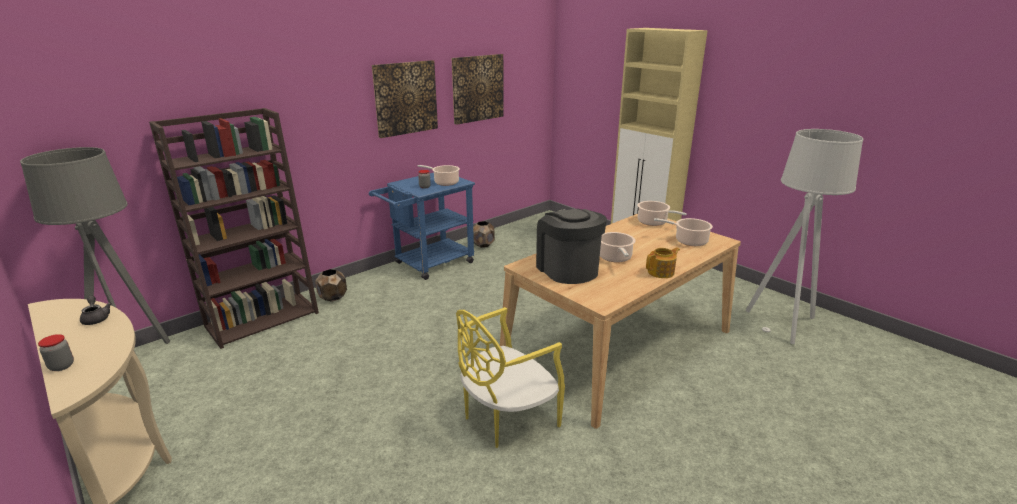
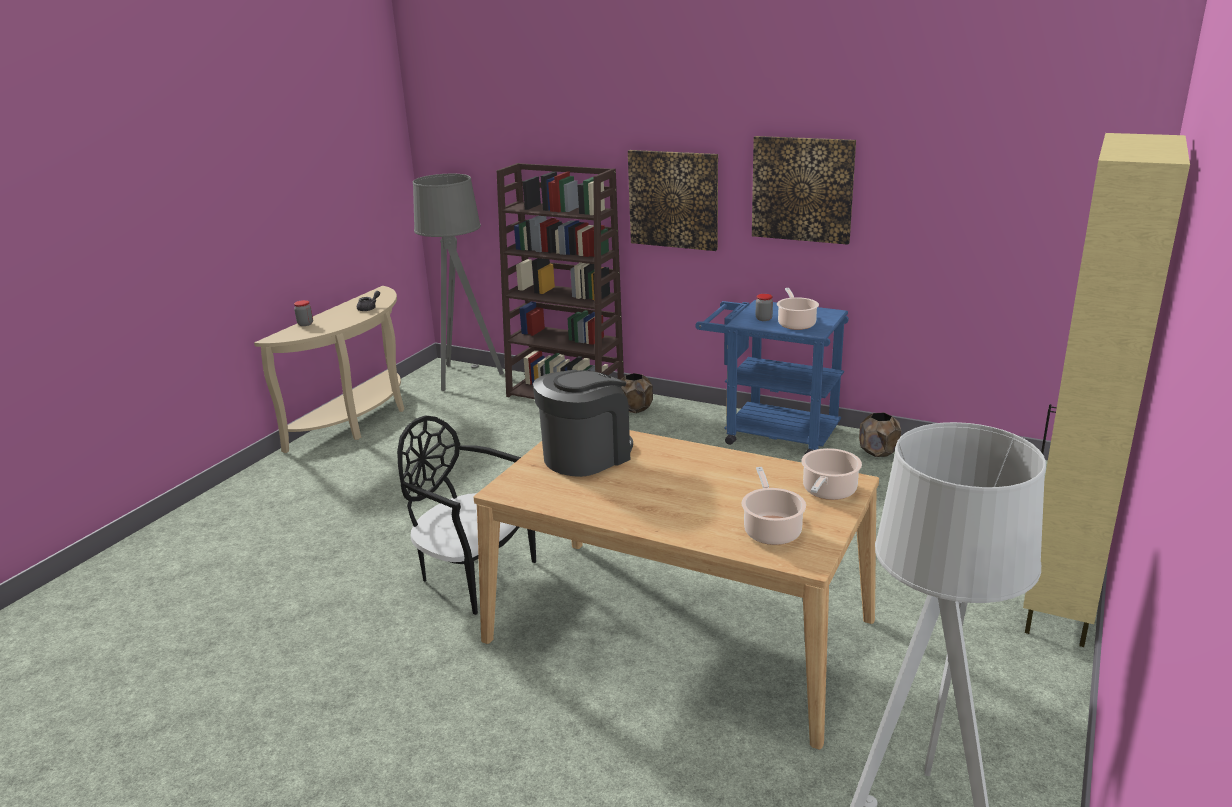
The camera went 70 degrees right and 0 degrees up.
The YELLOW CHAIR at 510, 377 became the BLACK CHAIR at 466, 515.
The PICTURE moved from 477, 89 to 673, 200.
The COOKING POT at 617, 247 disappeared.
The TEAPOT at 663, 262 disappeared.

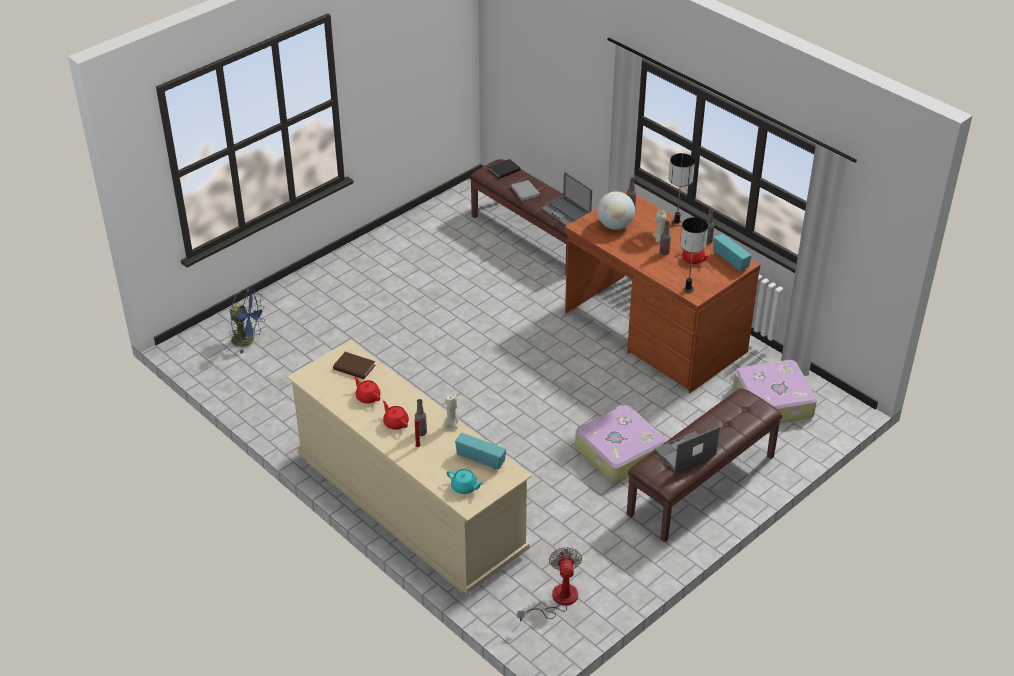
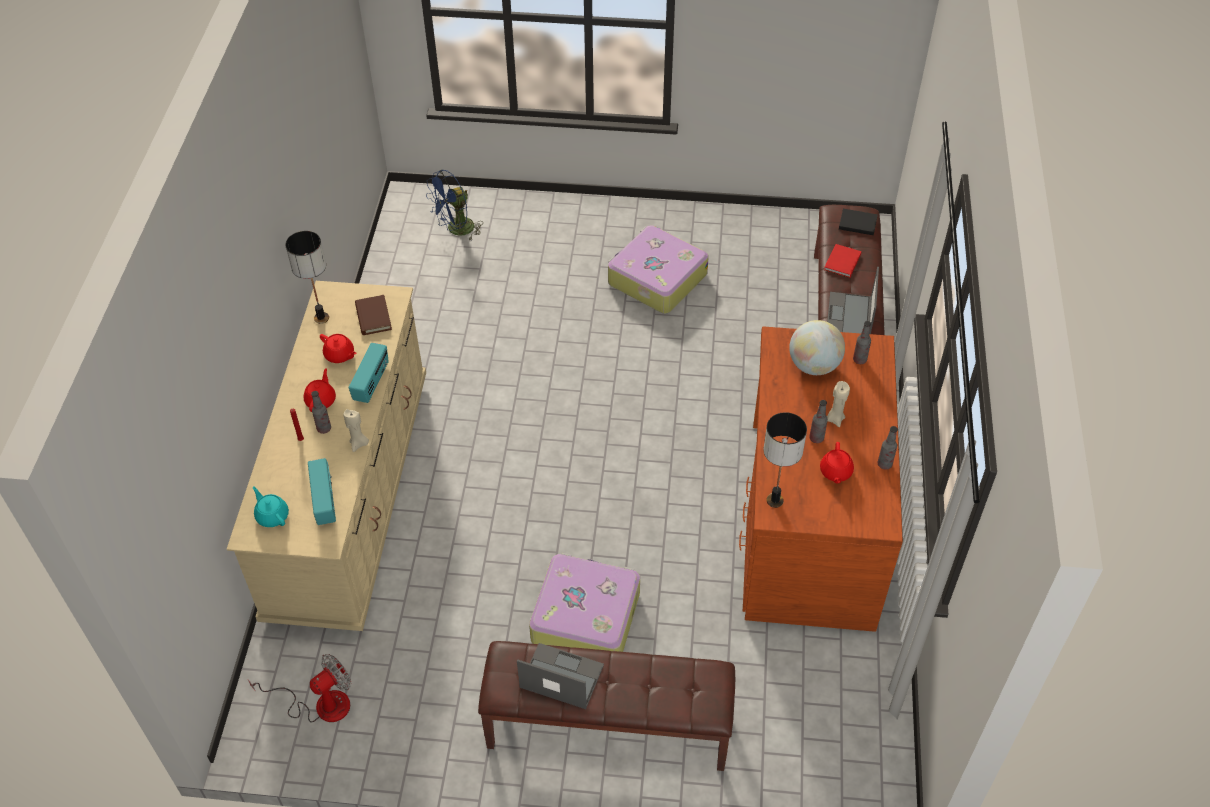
The camera went 50 degrees right and 10 degrees up.
The TURQUOISE TEAPOT at 465, 481 turned 150 degrees clockwise.
The TABLE LAMP moved from 682, 189 to 307, 277.
The RED TEAPOT at 367, 390 turned 120 degrees clockwise.
The RADIO moved from 732, 252 to 369, 373.
The BLUE FAN at 247, 321 turned 75 degrees clockwise.
The SUITCASE moved from 775, 391 to 658, 269.
The GREY BOOK at 525, 190 became the RED BOOK at 842, 261.

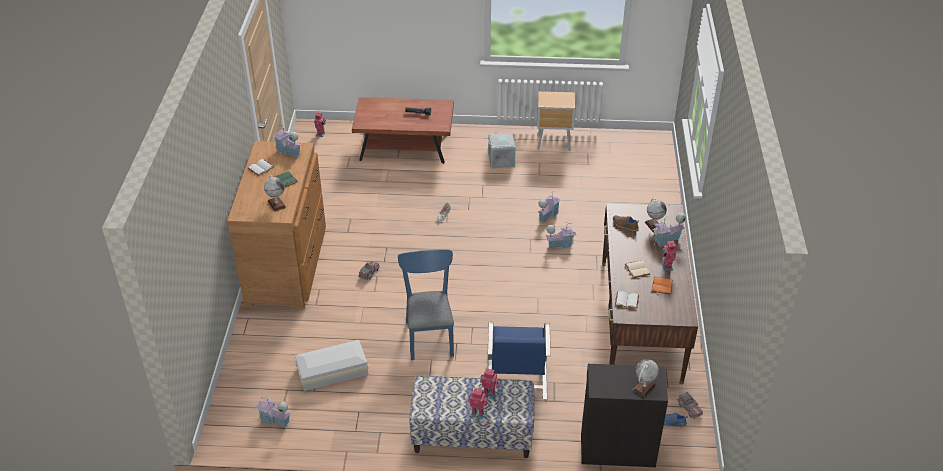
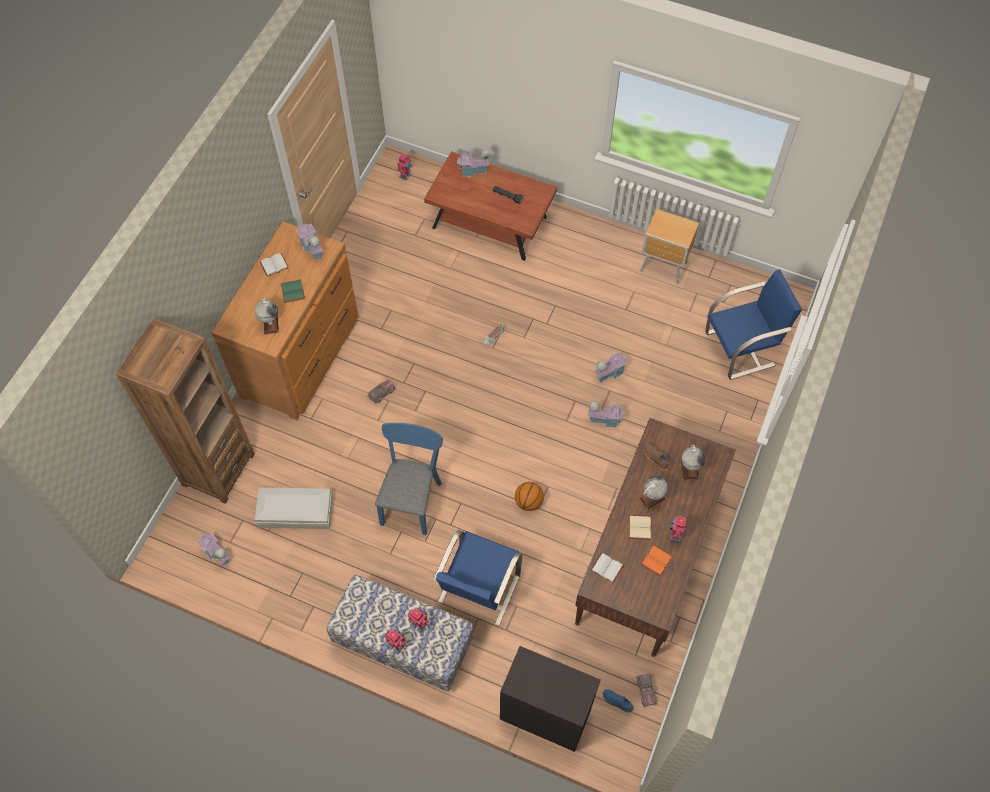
The camera went 20 degrees right and 20 degrees up.
The BROWN BOOKCASE at 185, 411 appeared.
The TOY HOUSE moved from 669, 230 to 473, 163.
The BASKETBALL at 529, 496 appeared.
The GLOBE moved from 645, 378 to 653, 492.
The BLUE CHAIR at 753, 325 appeared.
The GREY STORAGE BOX at 502, 151 disappeared.

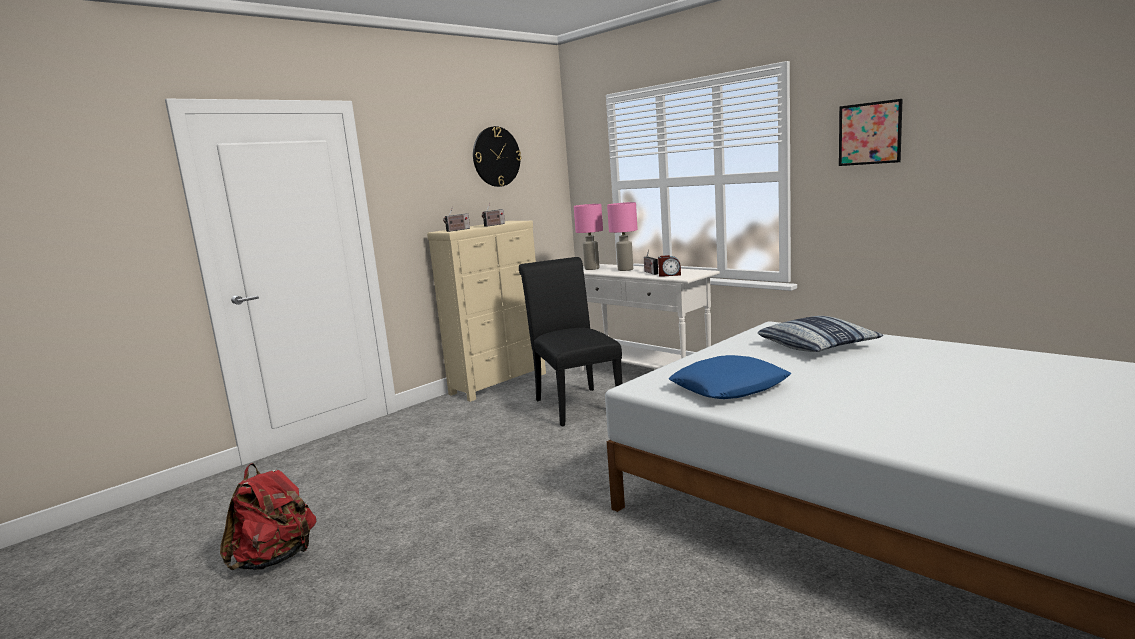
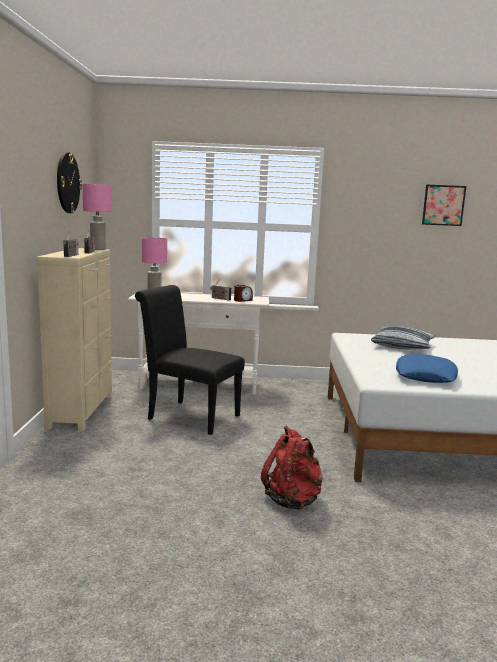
The camera went 45 degrees left and 0 degrees up.
The PINK TABLE LAMP moved from 622, 236 to 97, 217.
The RED BACKPACK moved from 268, 516 to 292, 468.
The PICTURE moved from 871, 132 to 444, 205.

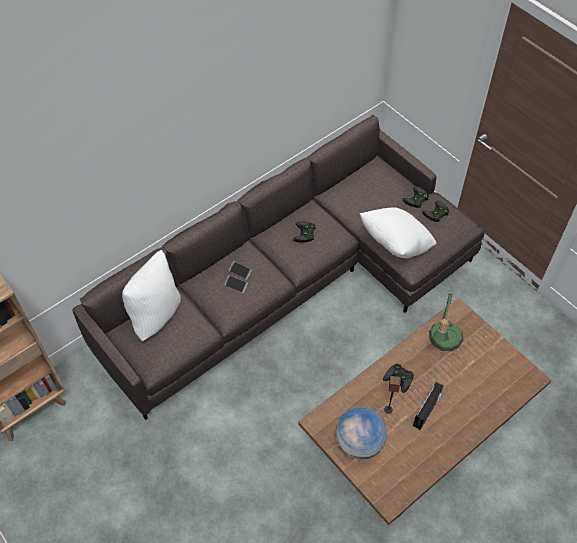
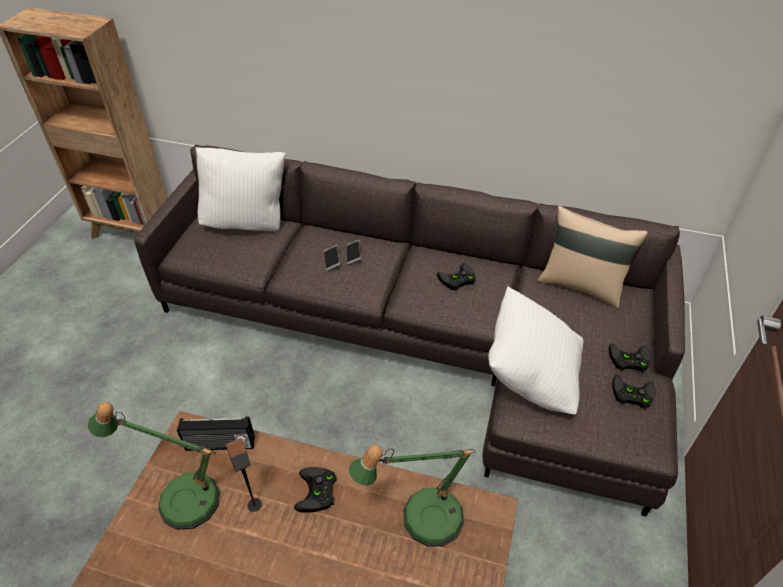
The camera went 55 degrees right and 10 degrees down.
The GLOBE at 361, 433 was replaced by the TABLE LAMP at 153, 466.
The RADIO moved from 428, 406 to 216, 434.
The BEIGE PILLOW at 593, 257 appeared.

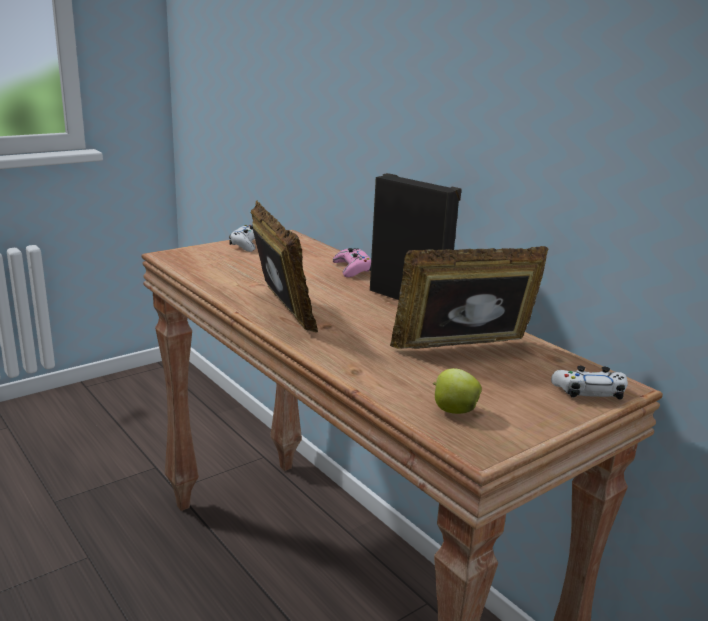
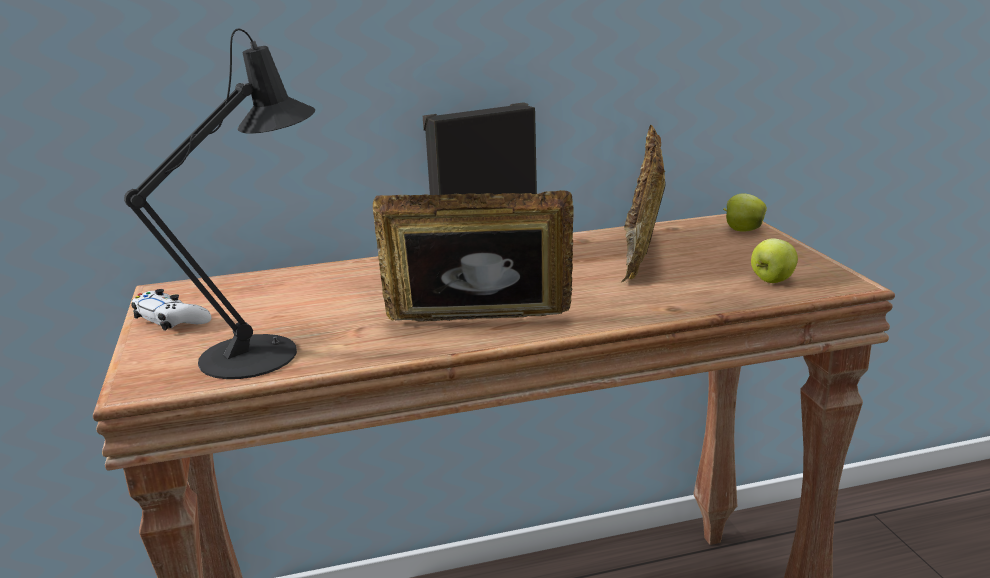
The camera went 65 degrees left and 0 degrees up.
The BLACK TABLE LAMP at 219, 203 appeared.
The WHITE GAME CONTROLLER at 589, 382 was replaced by the APPLE at 745, 213.
The PINK GAME CONTROLLER at 352, 262 disappeared.

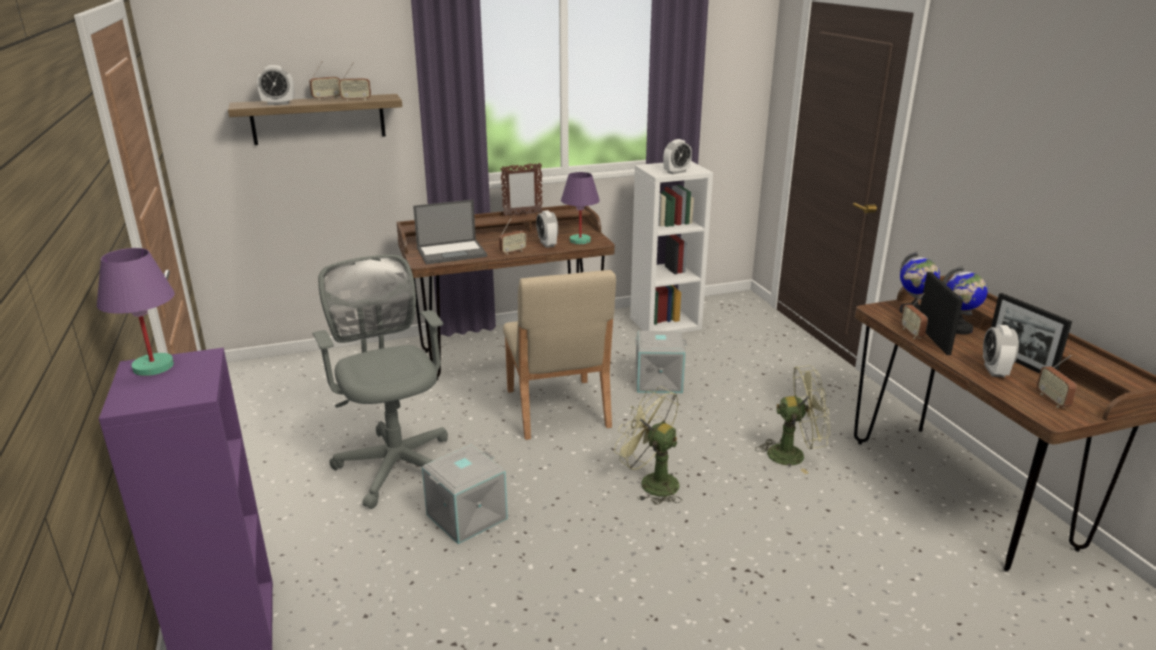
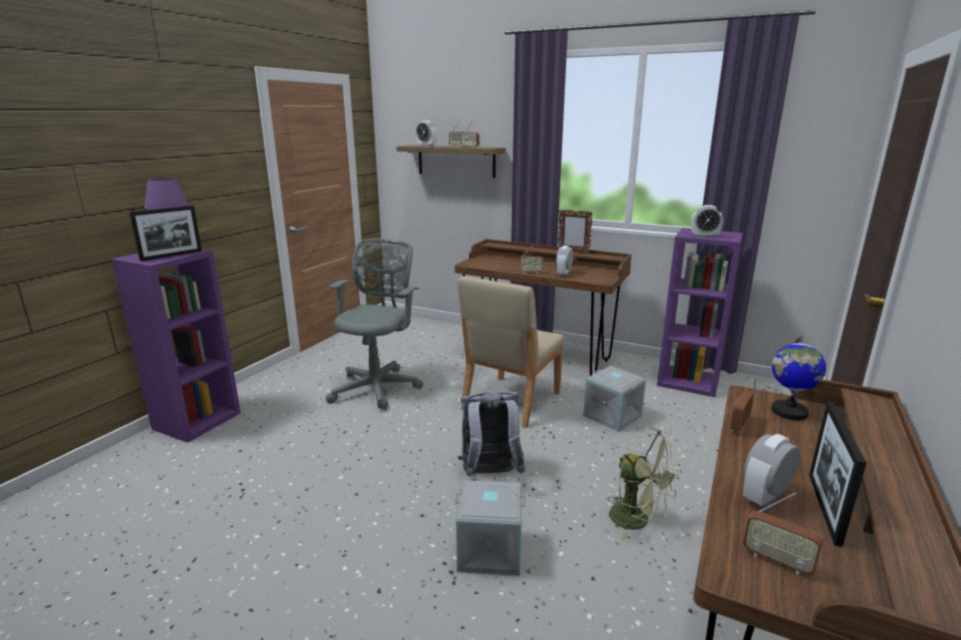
The camera went 45 degrees right and 5 degrees down.
The PICTURE FRAME moved from 941, 313 to 165, 233.
The GREY STORAGE BOX moved from 465, 494 to 490, 528.
The GREEN FAN at 648, 445 was replaced by the GREY BACKPACK at 491, 434.
The WHITE BOOKCASE at 671, 247 became the PURPLE BOOKCASE at 700, 312.
The RADIO at 1057, 381 turned 90 degrees counterclockwise.
The LAPTOP at 450, 232 disappeared.
The PURPLE TABLE LAMP at 580, 208 disappeared.
The GLOBE at 965, 299 disappeared.

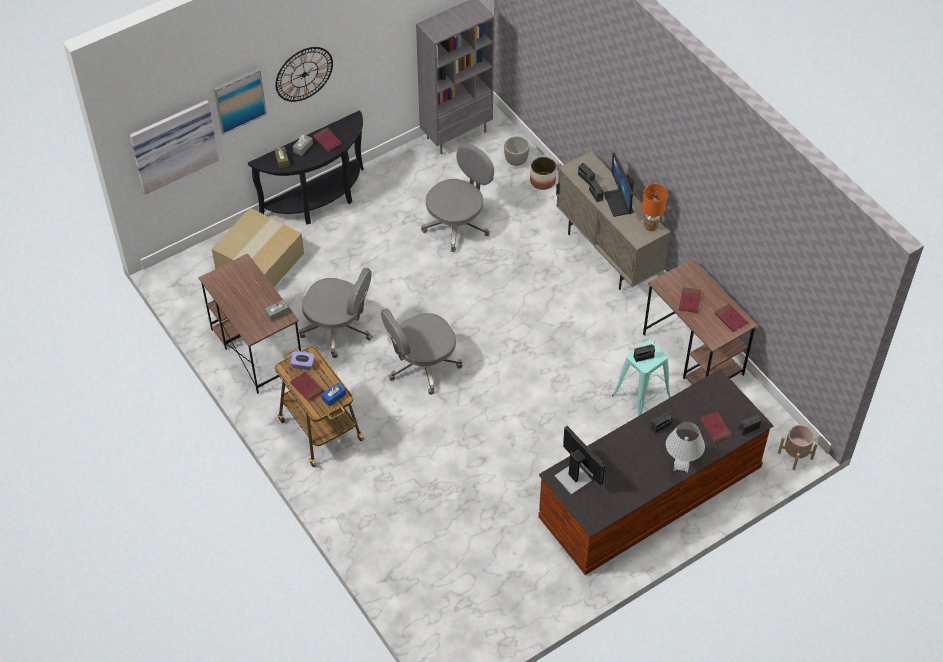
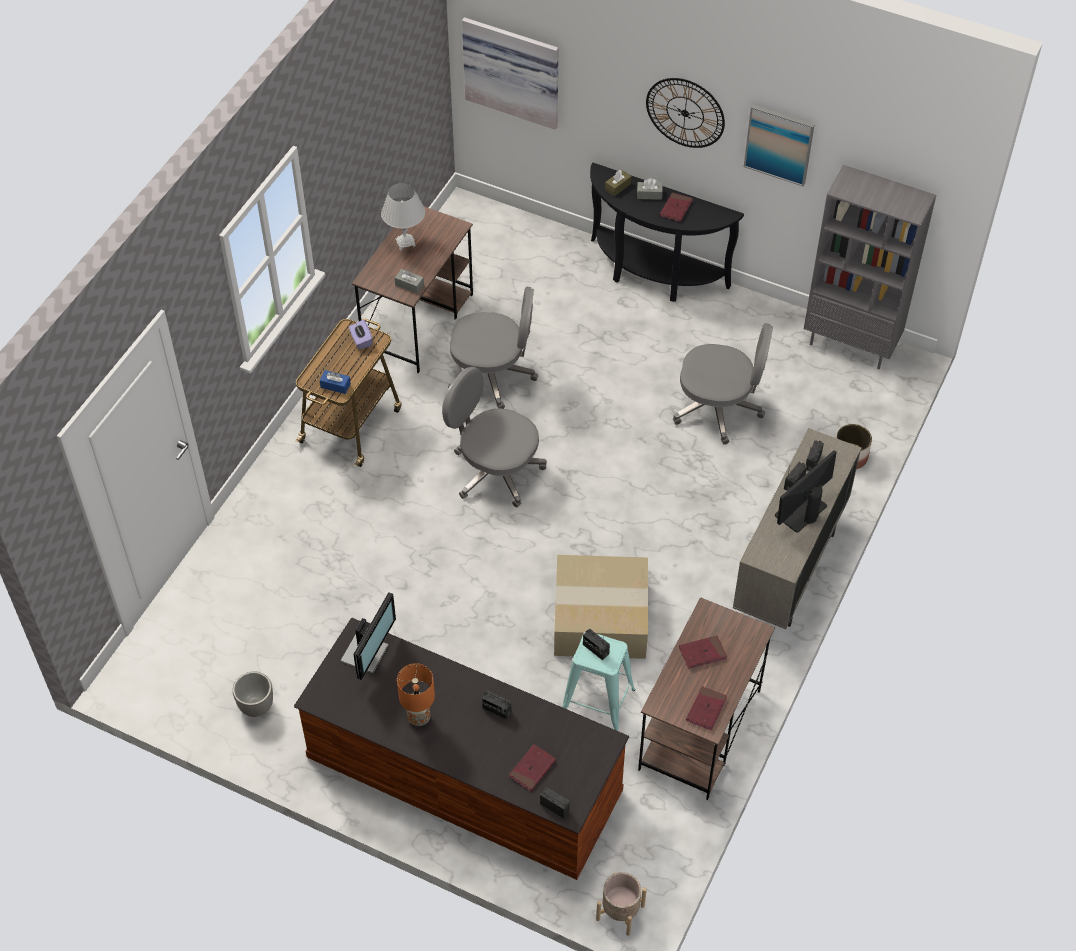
The camera went 60 degrees right and 0 degrees up.
The PLANTER moved from 516, 151 to 253, 694.
The WHITE TABLE LAMP moved from 685, 447 to 403, 216.
The ORANGE TABLE LAMP moved from 655, 207 to 416, 694.
The GREY OFFICE CHAIR at 336, 313 turned 75 degrees counterclockwise.
The CARDBOARD BOX moved from 258, 247 to 601, 607.
The PICTURE moved from 240, 101 to 779, 145.
The RED BOOK at 307, 387 disappeared.

